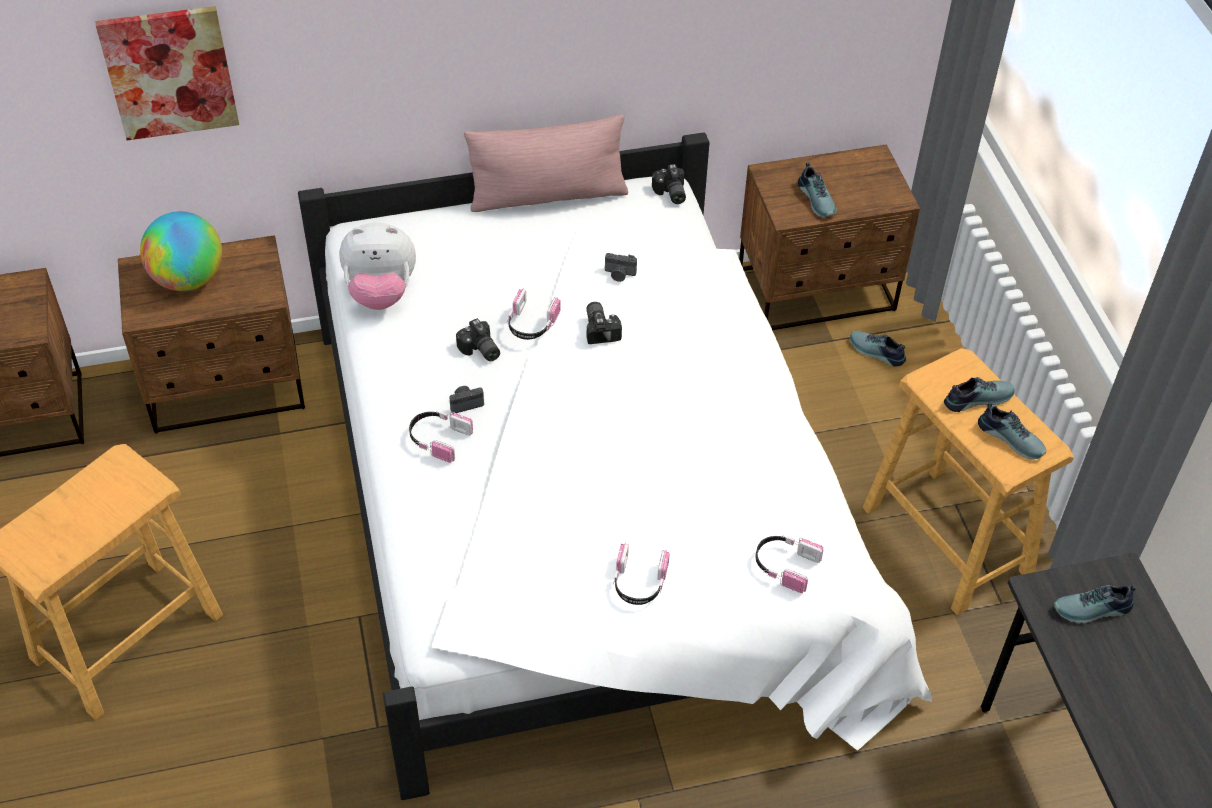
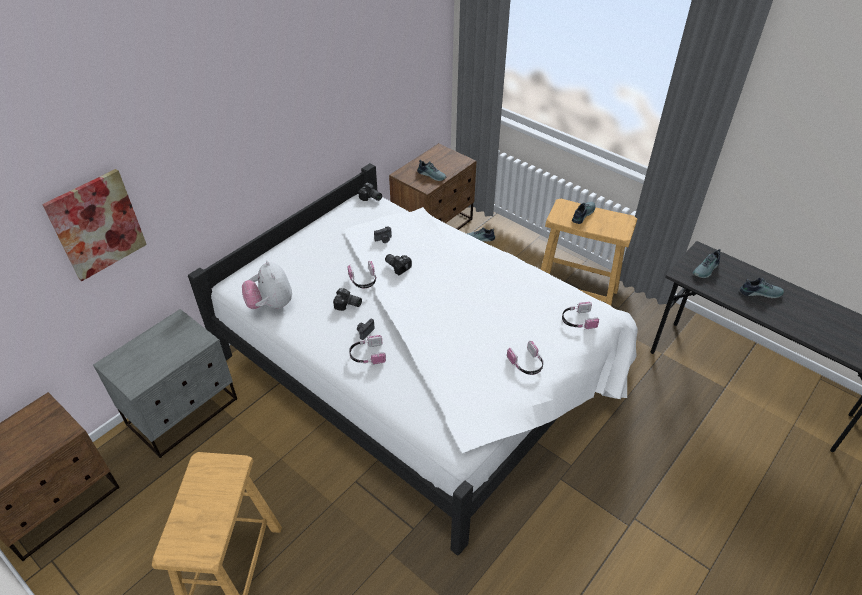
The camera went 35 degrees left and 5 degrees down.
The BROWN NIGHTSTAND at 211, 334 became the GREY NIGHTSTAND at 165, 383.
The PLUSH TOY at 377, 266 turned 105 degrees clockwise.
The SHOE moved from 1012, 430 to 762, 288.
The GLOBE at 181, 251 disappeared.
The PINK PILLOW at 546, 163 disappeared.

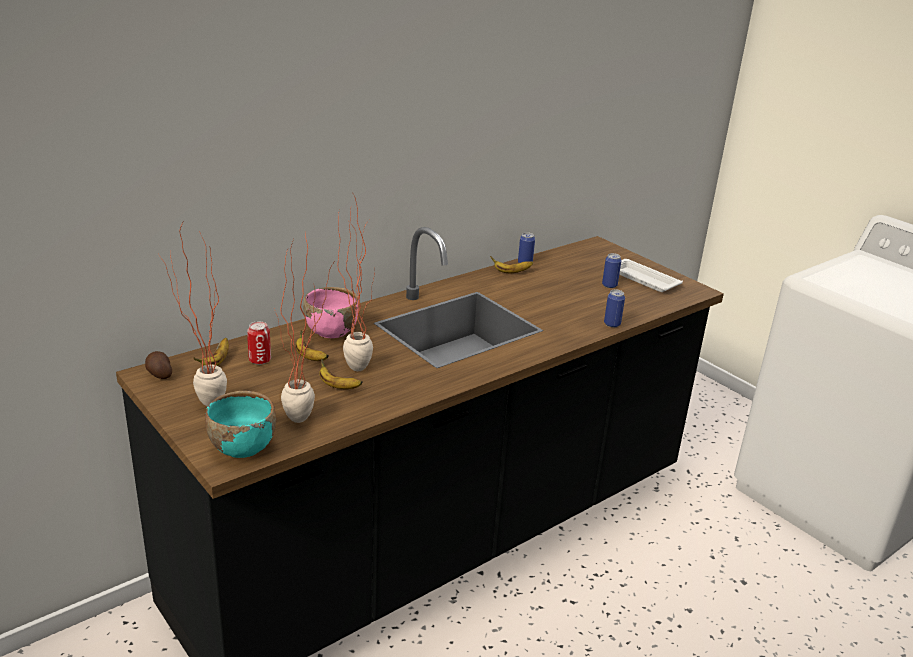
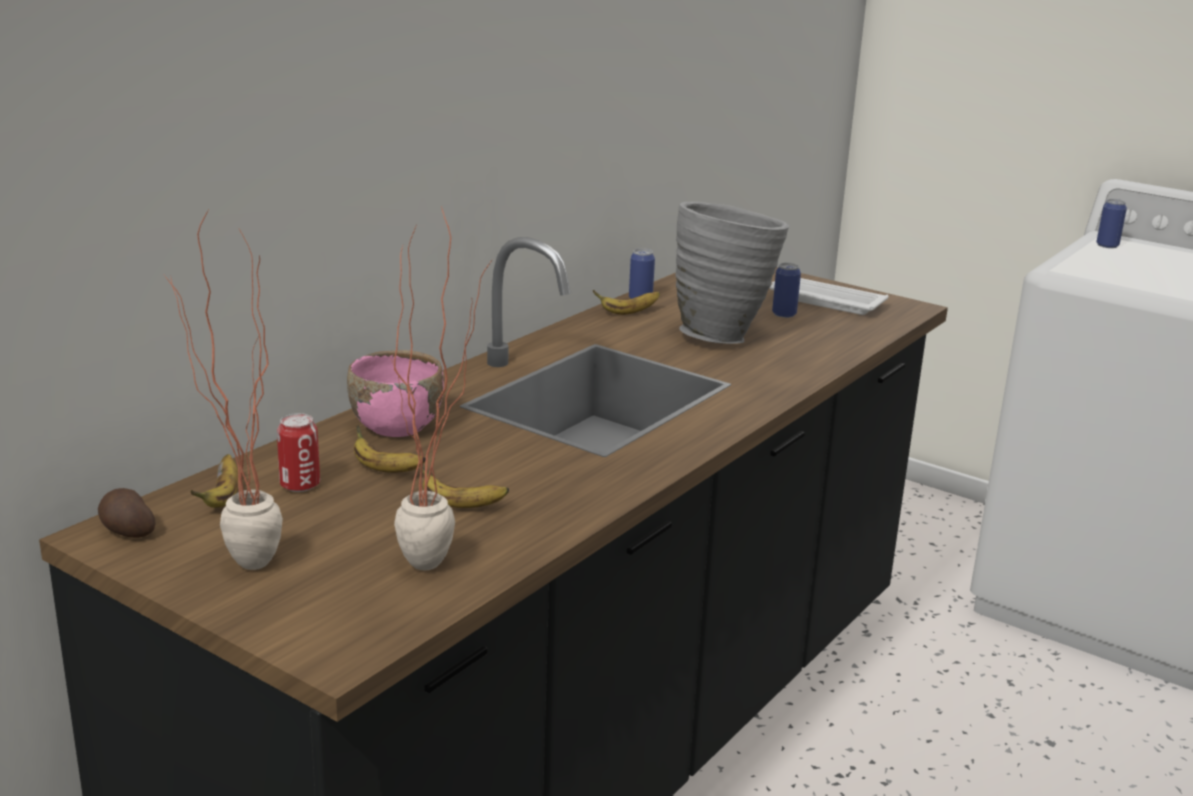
The camera went 15 degrees left and 5 degrees down.
The GREY VASE at 732, 272 appeared.
The CAN moved from 614, 308 to 1112, 223.
The TURQUOISE BOWL at 240, 424 disappeared.
The POTTED PLANT at 356, 281 disappeared.

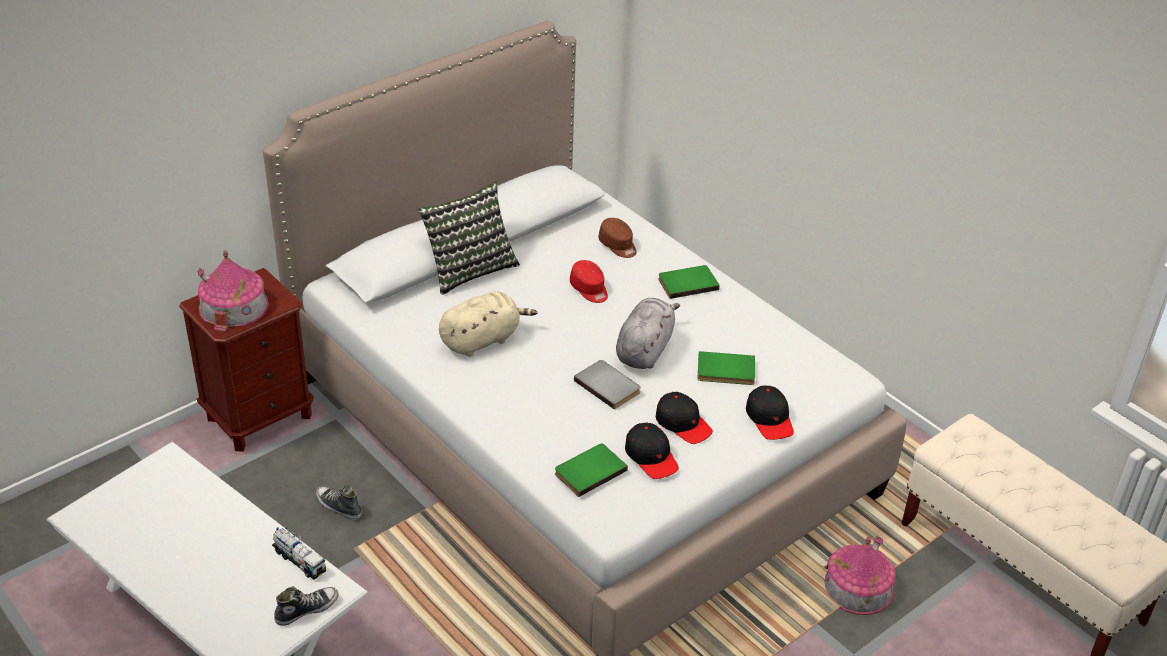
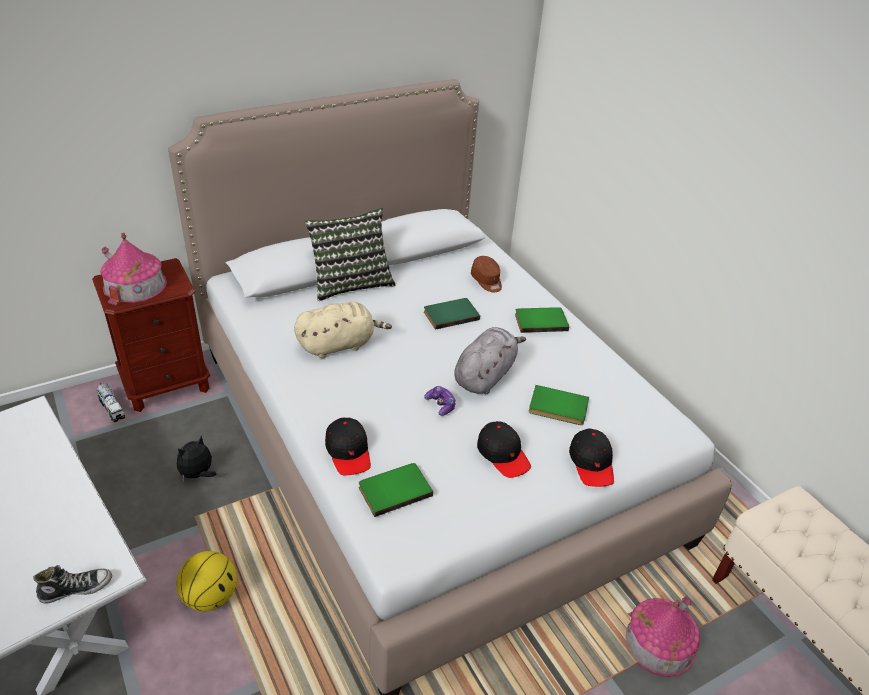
The camera went 10 degrees right and 0 degrees up.
The TOY TRUCK moved from 299, 553 to 111, 402.
The BASKETBALL at 206, 581 appeared.
The SHOE at 339, 502 was replaced by the PLUSH TOY at 196, 458.
The BLACK CAP moved from 652, 450 to 348, 446.
The RED CAP at 589, 281 was replaced by the GREEN BOOK at 452, 314.
The GREY BOOK at 607, 385 was replaced by the GAME CONTROLLER at 440, 401.

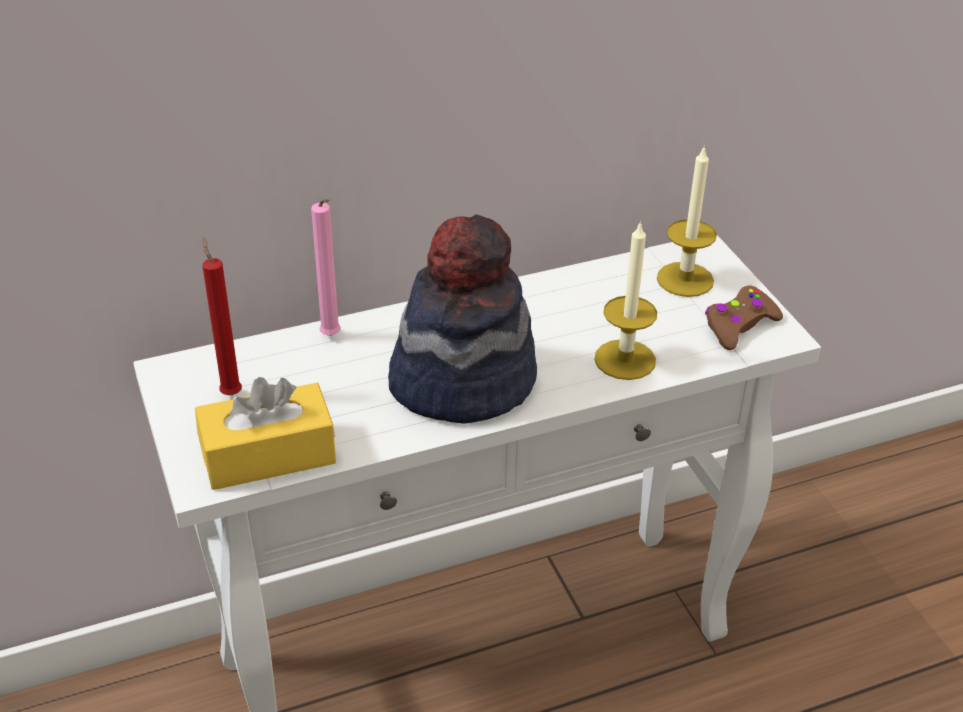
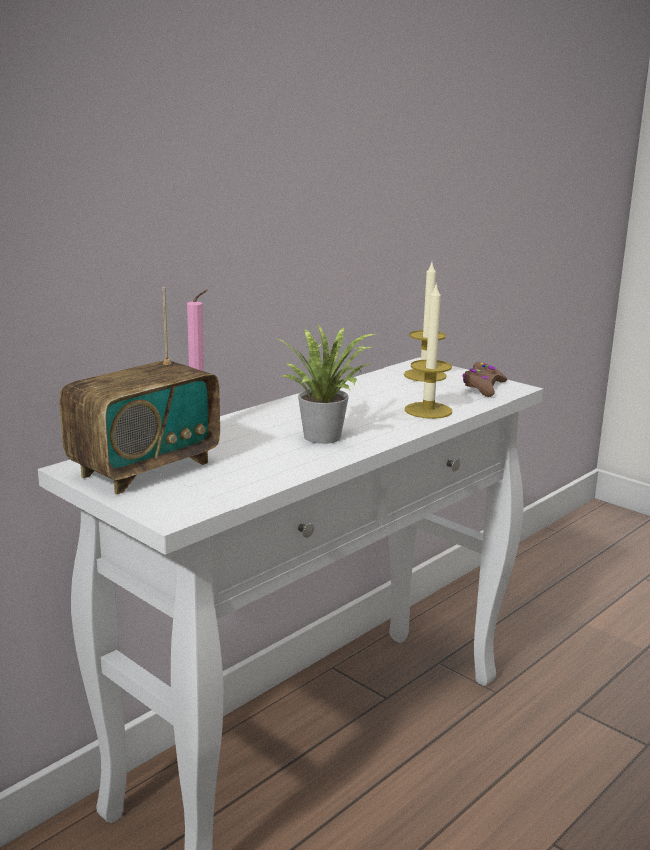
The camera went 25 degrees left and 20 degrees down.
The RED CANDLE at 222, 316 was replaced by the RADIO at 139, 390.
The HAT at 462, 318 was replaced by the POTTED PLANT at 325, 384.
The YELLOW TISSUE BOX at 265, 433 disappeared.

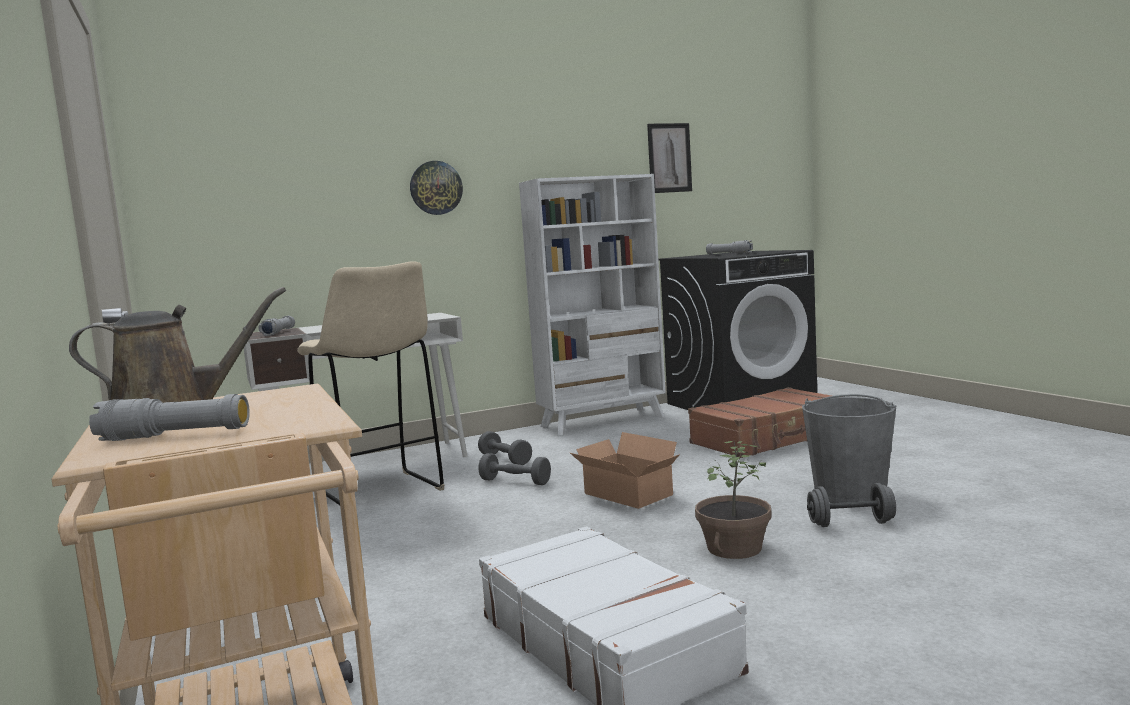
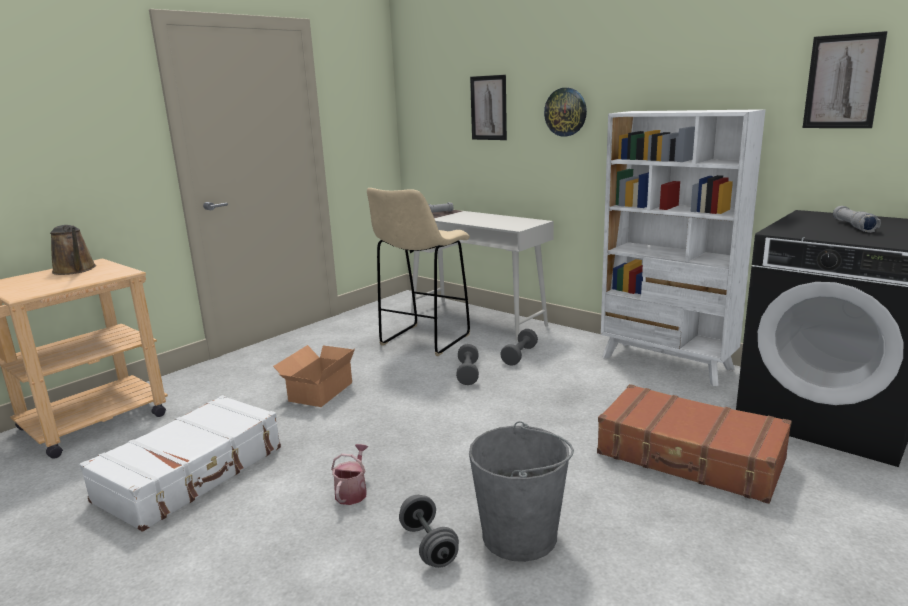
The camera went 65 degrees right and 10 degrees up.
The CARDBOARD BOX moved from 625, 470 to 314, 376.
The POTTED PLANT at 733, 500 was replaced by the WATERING CAN at 349, 474.
The PICTURE at 488, 107 appeared.
The GREY FLASHLIGHT at 169, 417 disappeared.

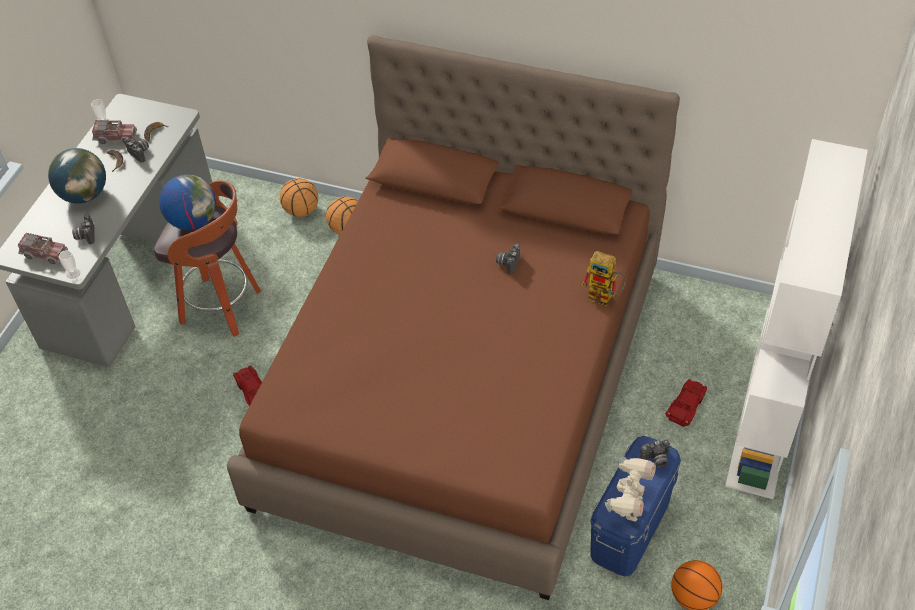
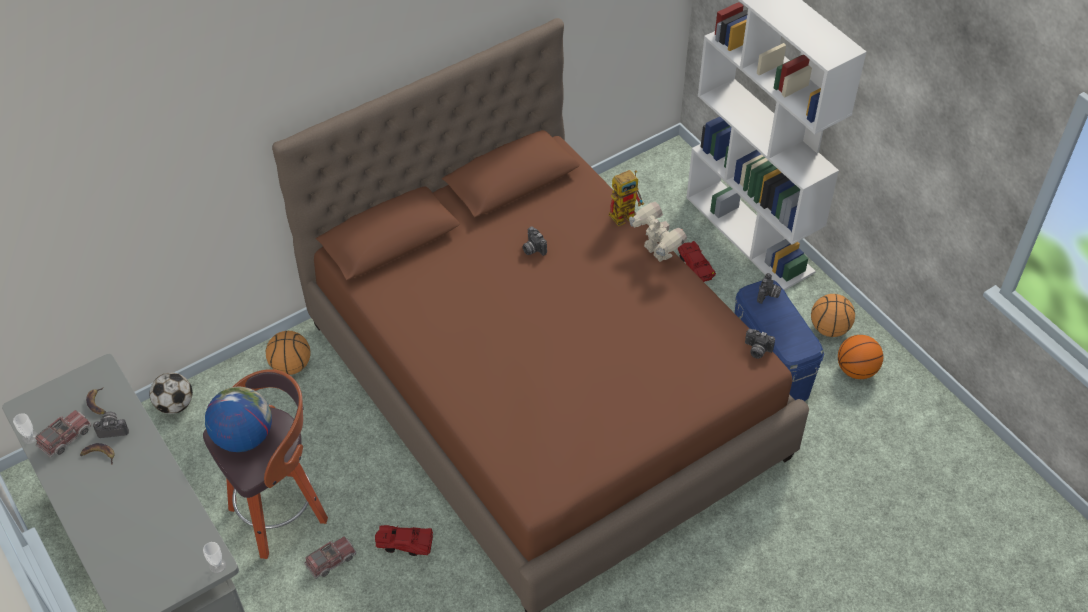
The camera went 55 degrees left and 0 degrees up.
The FOOTBALL at 171, 393 appeared.
The TOY TRUCK moved from 43, 248 to 330, 558.
The TOY ROBOT moved from 630, 489 to 658, 232.
The PHOTO CAMERA moved from 83, 229 to 760, 344.
The BASKETBALL moved from 299, 197 to 833, 315.
The GLOBE at 77, 176 disappeared.

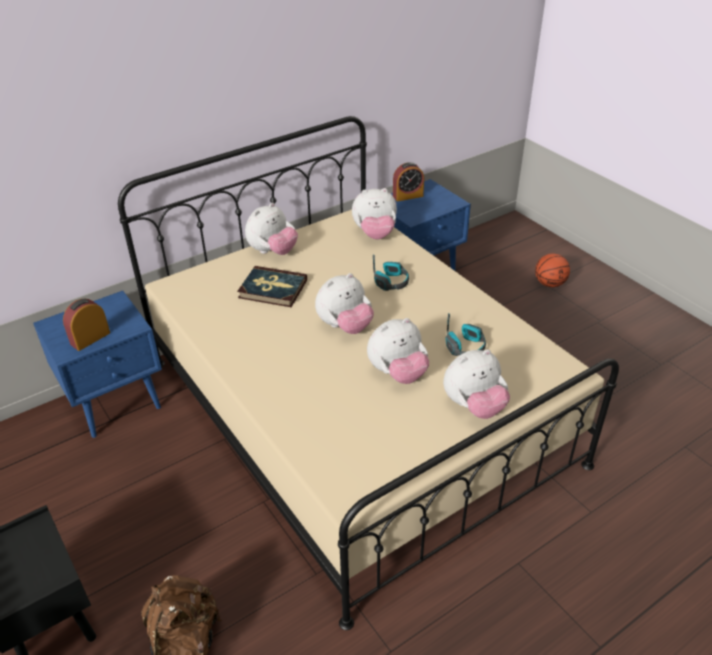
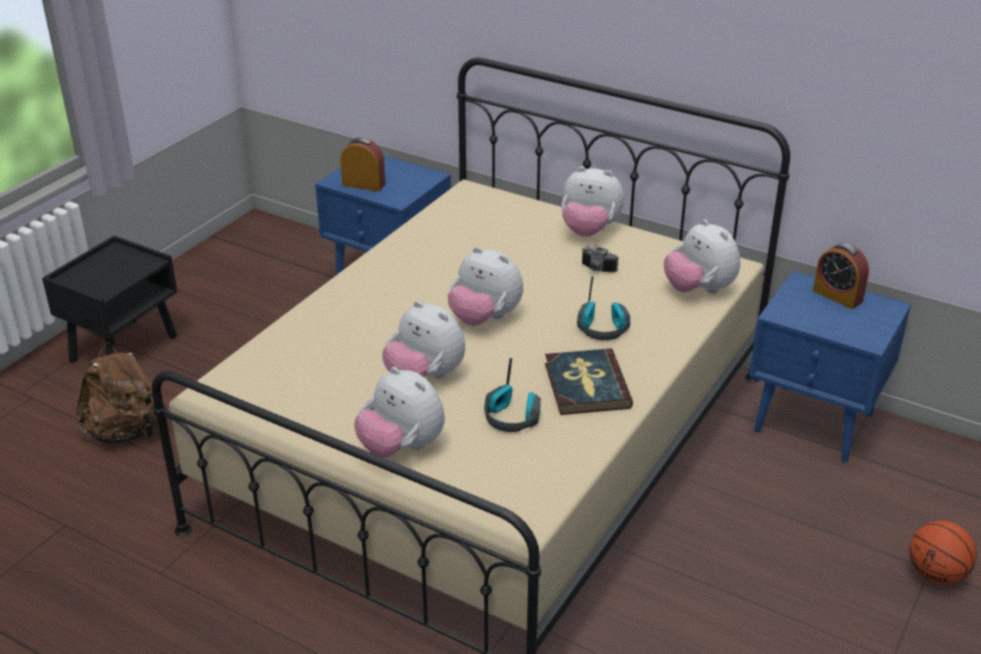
The camera went 65 degrees right and 5 degrees down.
The BOOK moved from 272, 286 to 589, 381.
The PHOTO CAMERA at 600, 259 appeared.

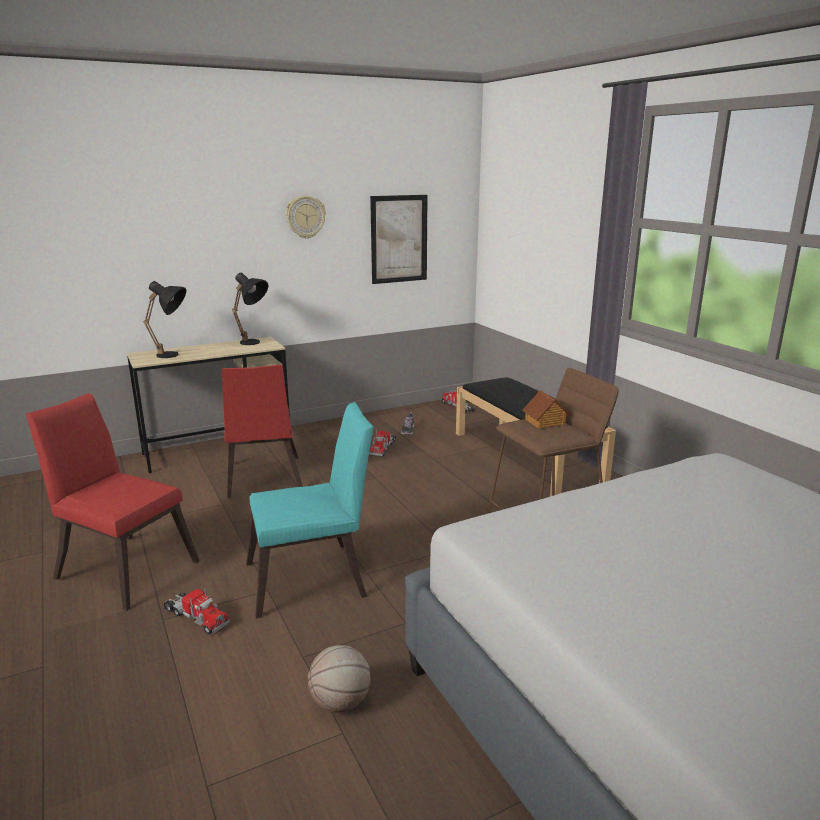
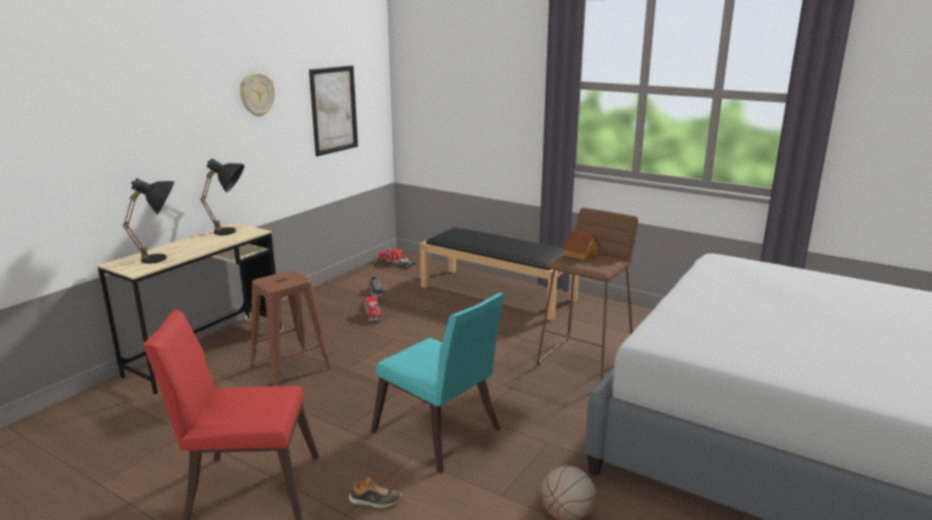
The camera went 30 degrees left and 0 degrees up.
The RED CHAIR at 262, 431 was replaced by the BROWN STOOL at 290, 328.
The TOY TRUCK at 197, 611 was replaced by the SHOE at 375, 492.
The TURQUOISE CHAIR at 310, 510 turned 90 degrees clockwise.

